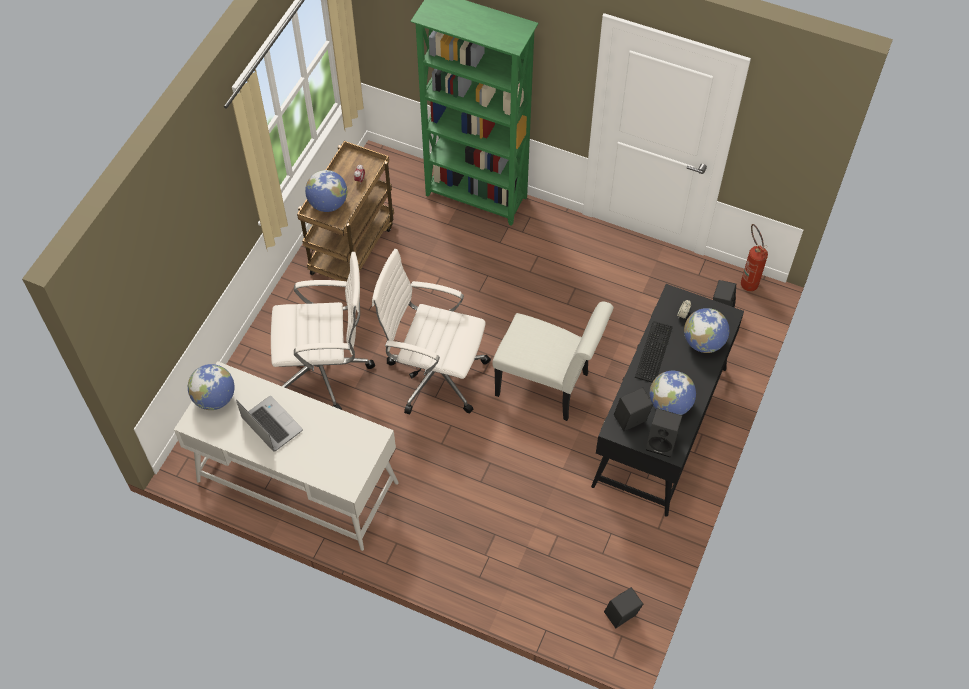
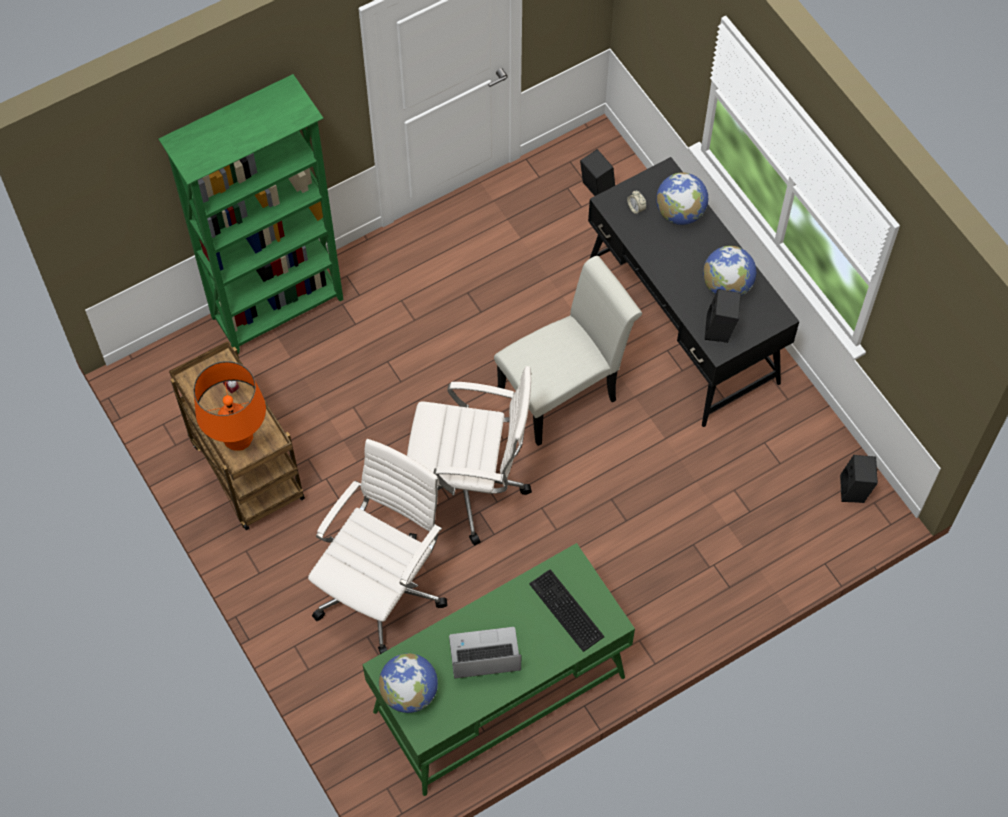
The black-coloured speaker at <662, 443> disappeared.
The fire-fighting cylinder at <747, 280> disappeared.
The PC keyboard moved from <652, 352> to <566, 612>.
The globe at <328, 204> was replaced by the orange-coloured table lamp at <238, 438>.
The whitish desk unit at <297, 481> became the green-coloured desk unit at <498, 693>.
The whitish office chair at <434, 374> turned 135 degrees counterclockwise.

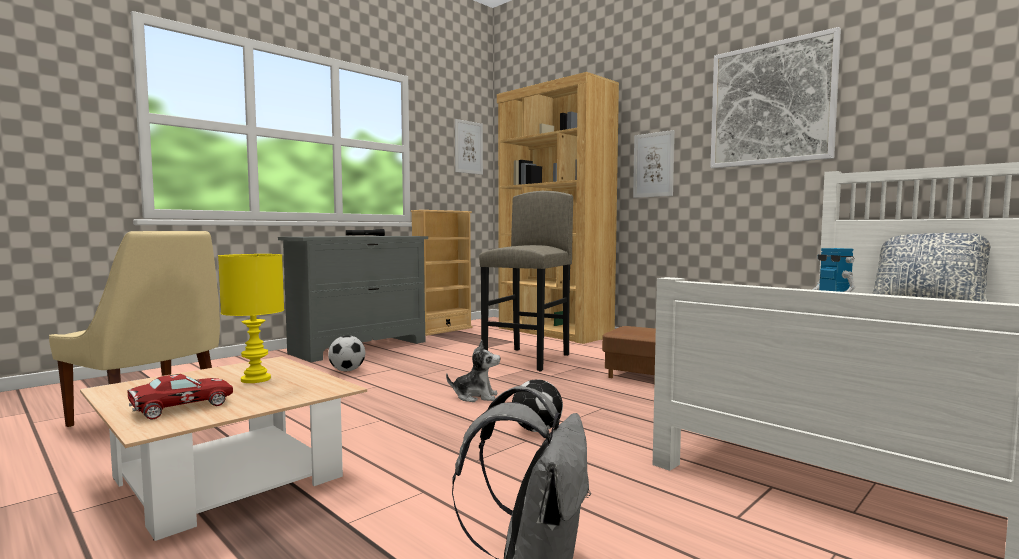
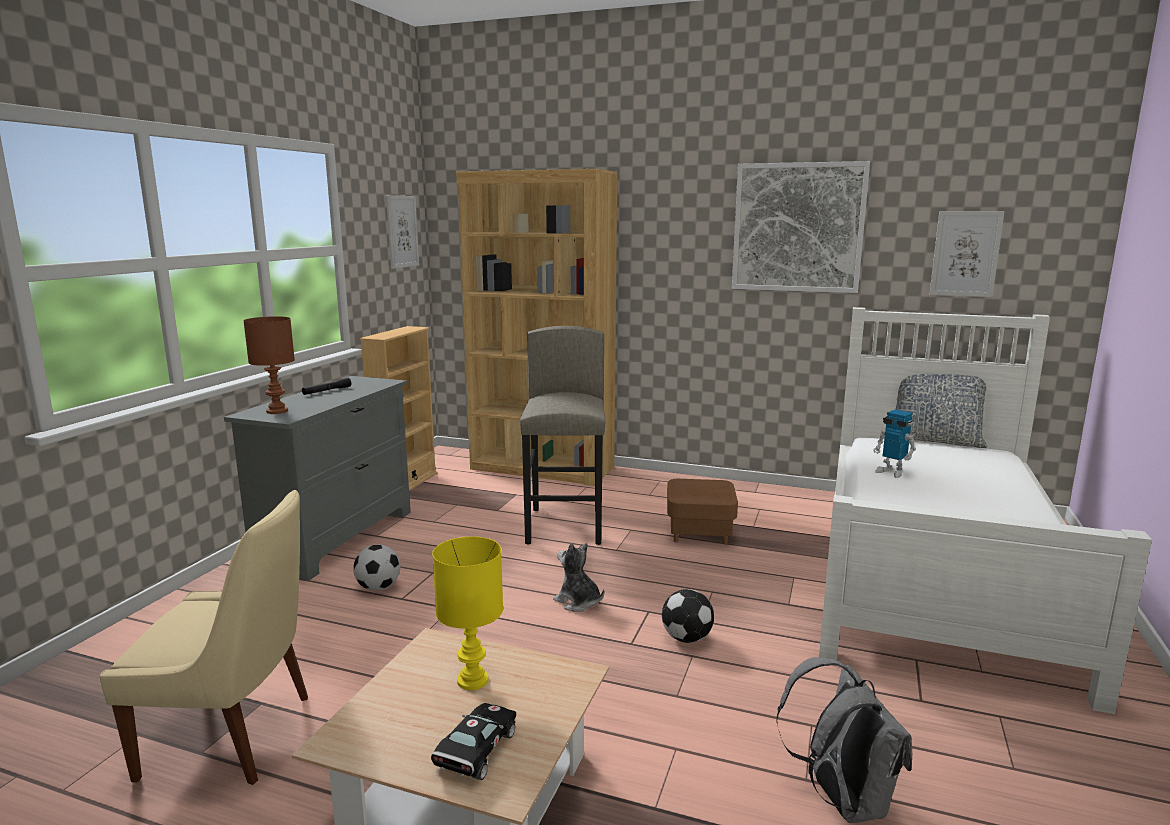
The brownish table lamp at <277, 411> appeared.
The picture moved from <653, 165> to <965, 254>.
The red model car at <178, 408> became the black-coloured model car at <475, 753>.
The cuddly toy at <475, 397> turned 120 degrees counterclockwise.

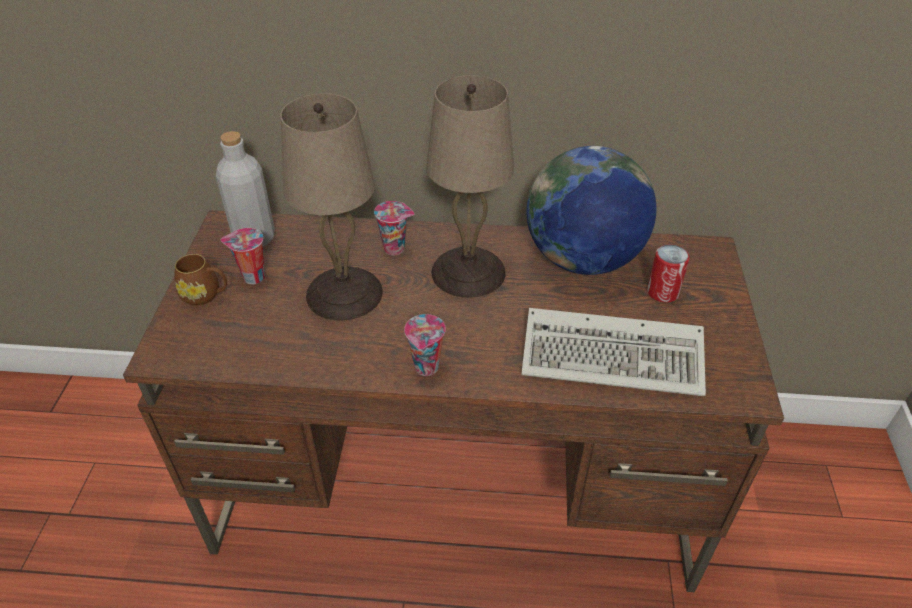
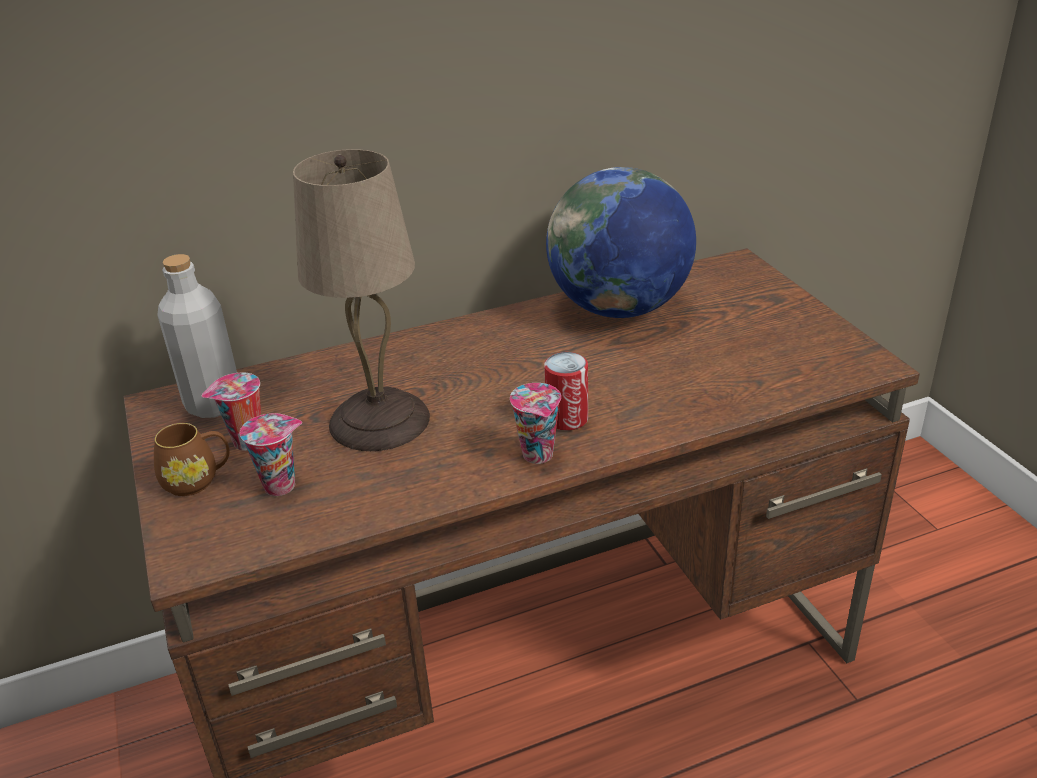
The sand-coloured table lamp at <467, 273> disappeared.
The PC keyboard at <616, 356> disappeared.
The drinking cup moved from <396, 248> to <282, 485>.
The metal can moved from <662, 292> to <567, 419>.

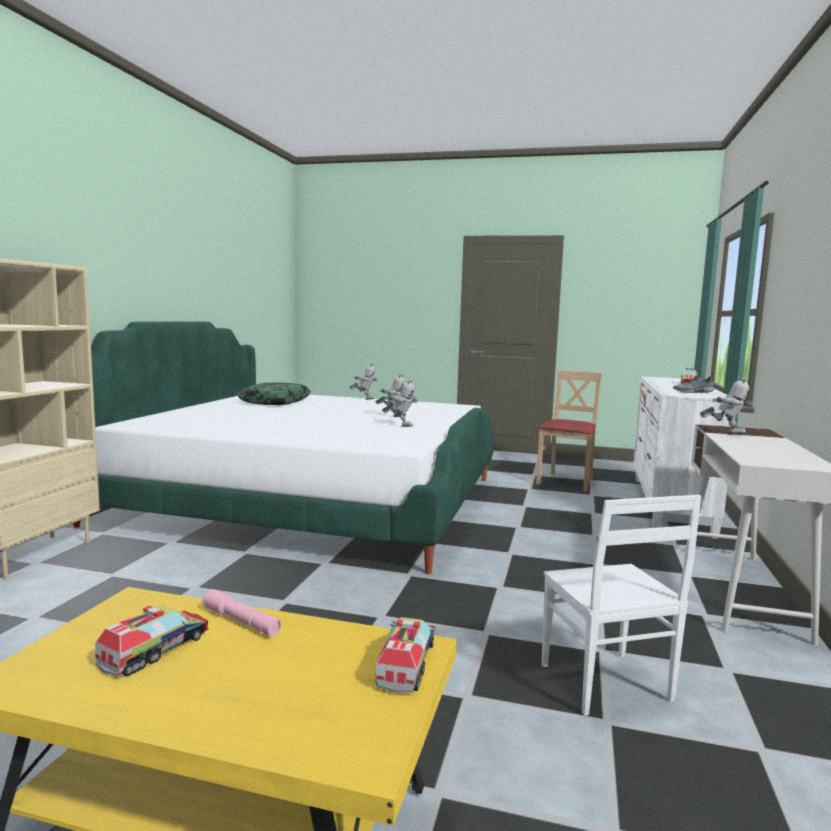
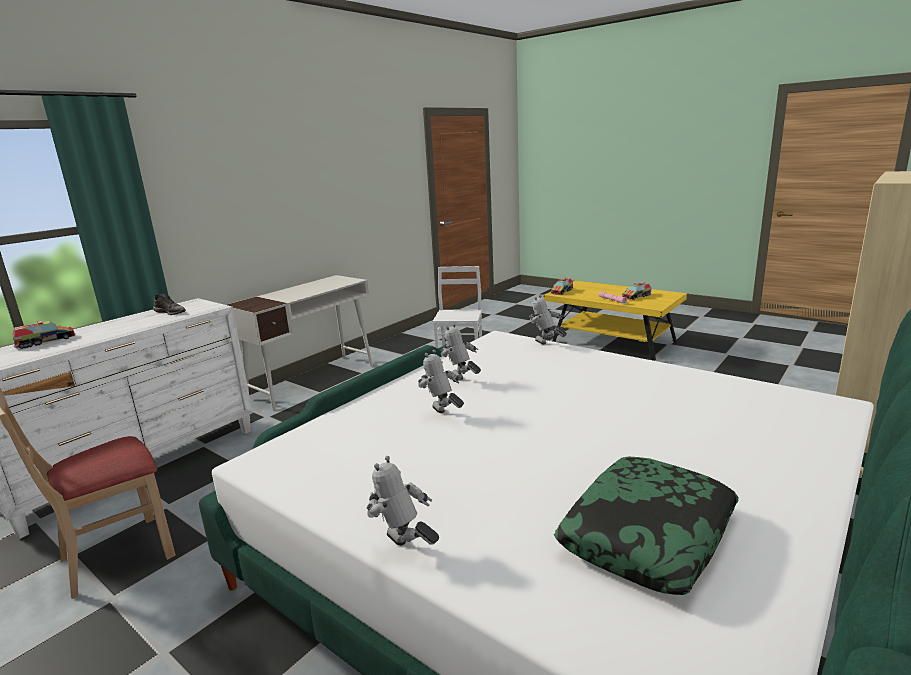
The toy robot moved from <725, 433> to <546, 345>.

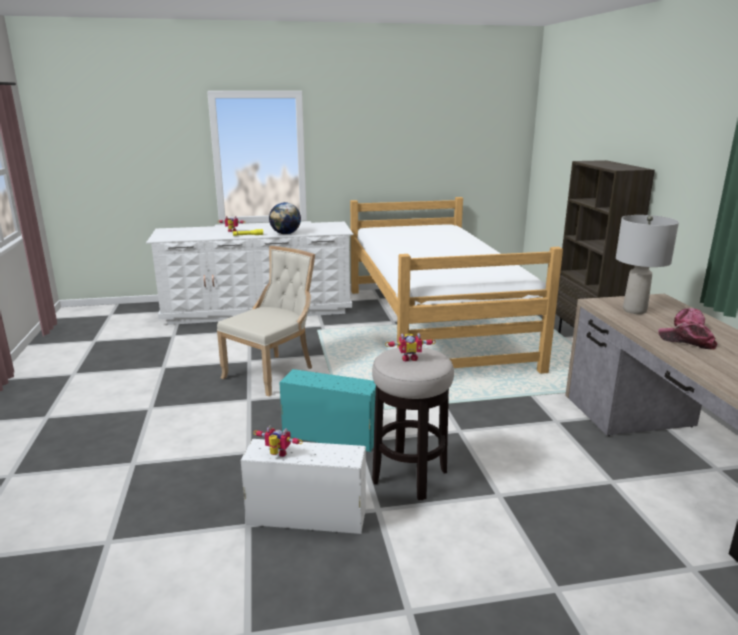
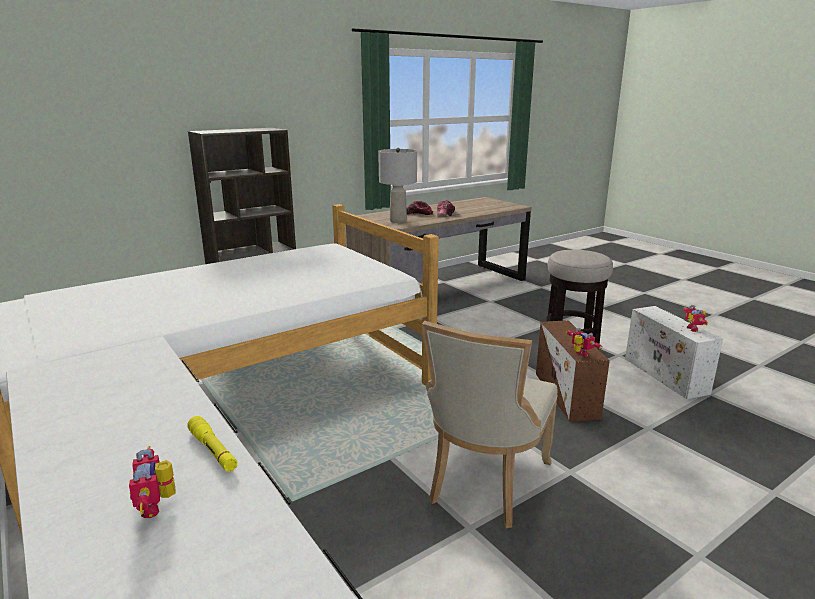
The globe at <285, 234> disappeared.
The toy robot moved from <409, 358> to <579, 354>.
The blue-green storage container at <329, 436> became the brownish storage container at <566, 396>.
The sand-coloured chair at <273, 372> turned 75 degrees counterclockwise.

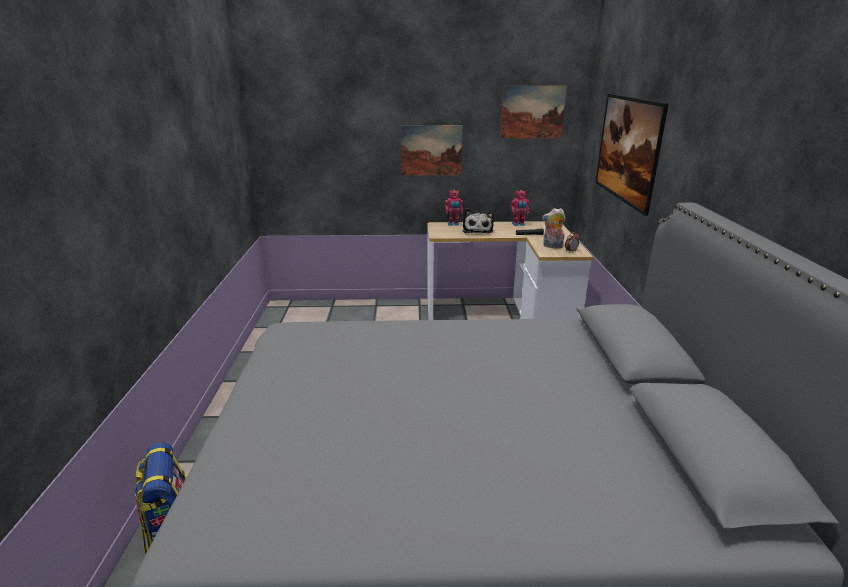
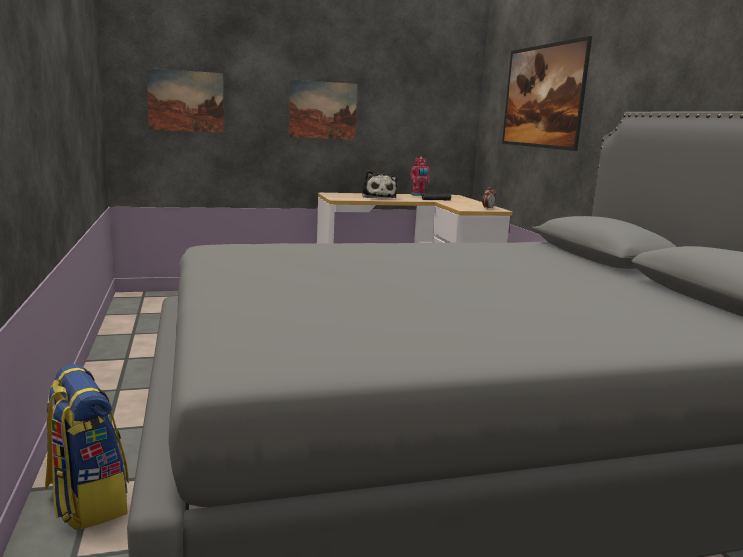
The toy robot at <453, 224> disappeared.
The cuddly toy at <552, 246> disappeared.
The picture moved from <532, 112> to <186, 101>.

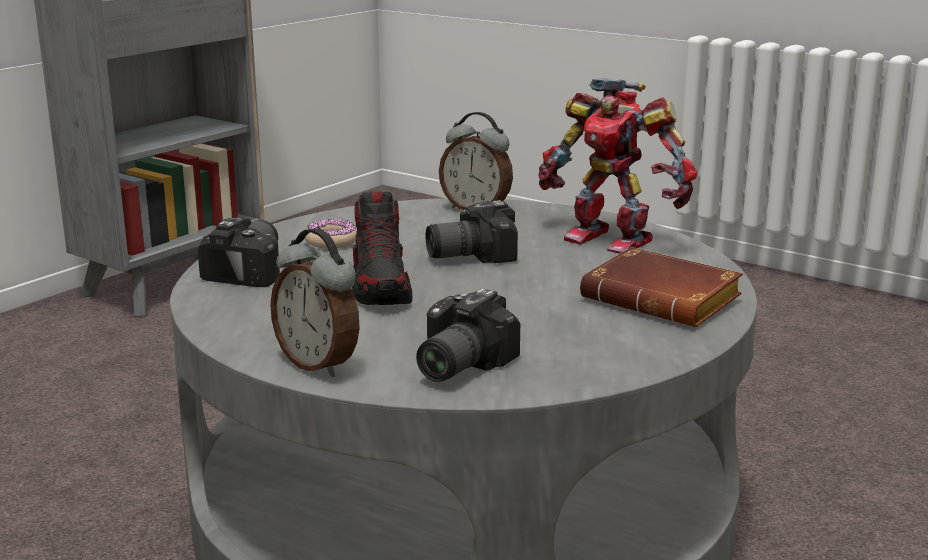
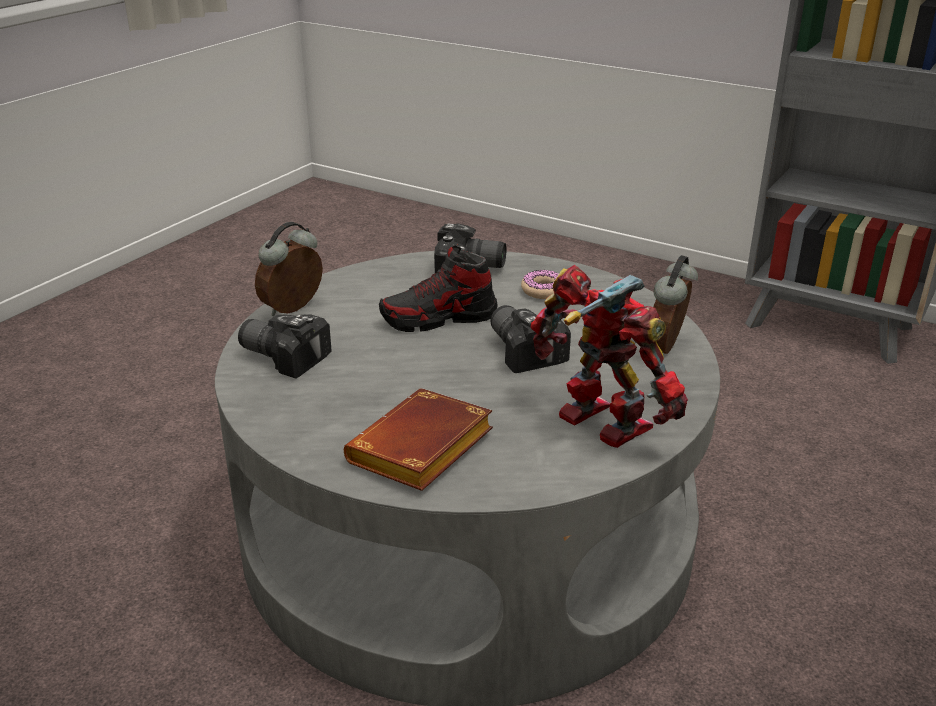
The toy robot at <611, 238> turned 105 degrees clockwise.

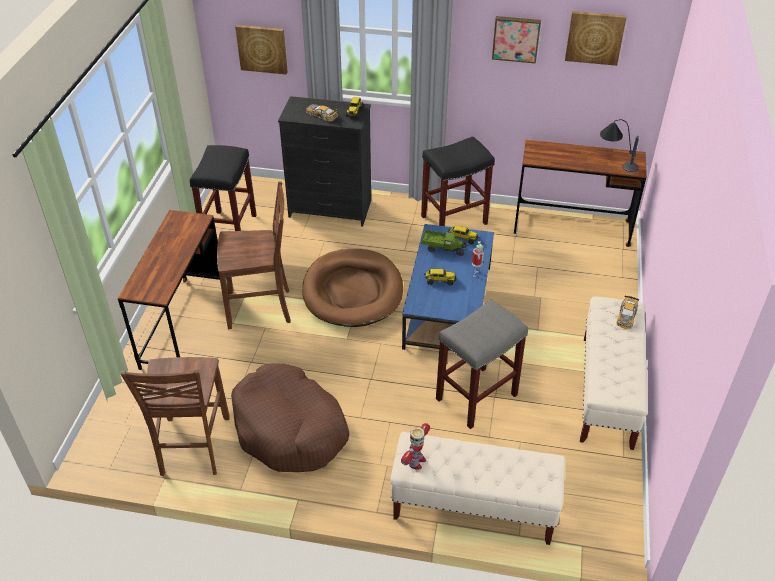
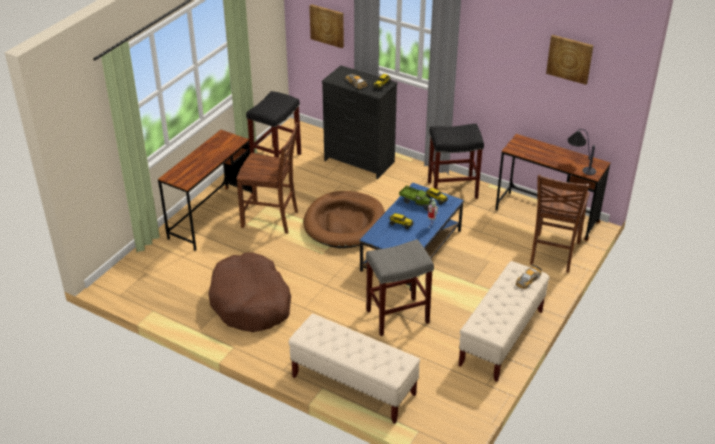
The toy robot at <416, 462> disappeared.
The picture at <516, 38> disappeared.
The brownish chair moved from <193, 447> to <553, 254>.

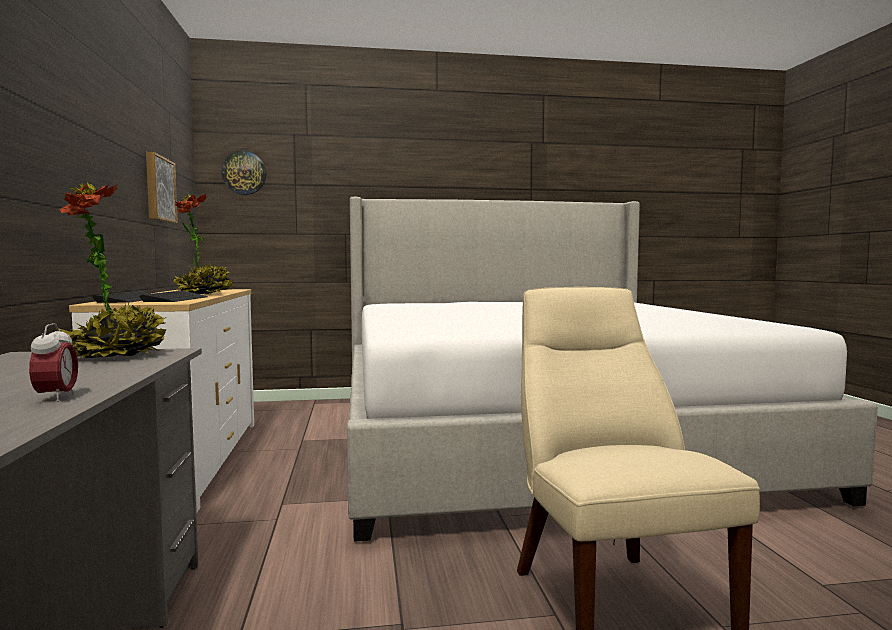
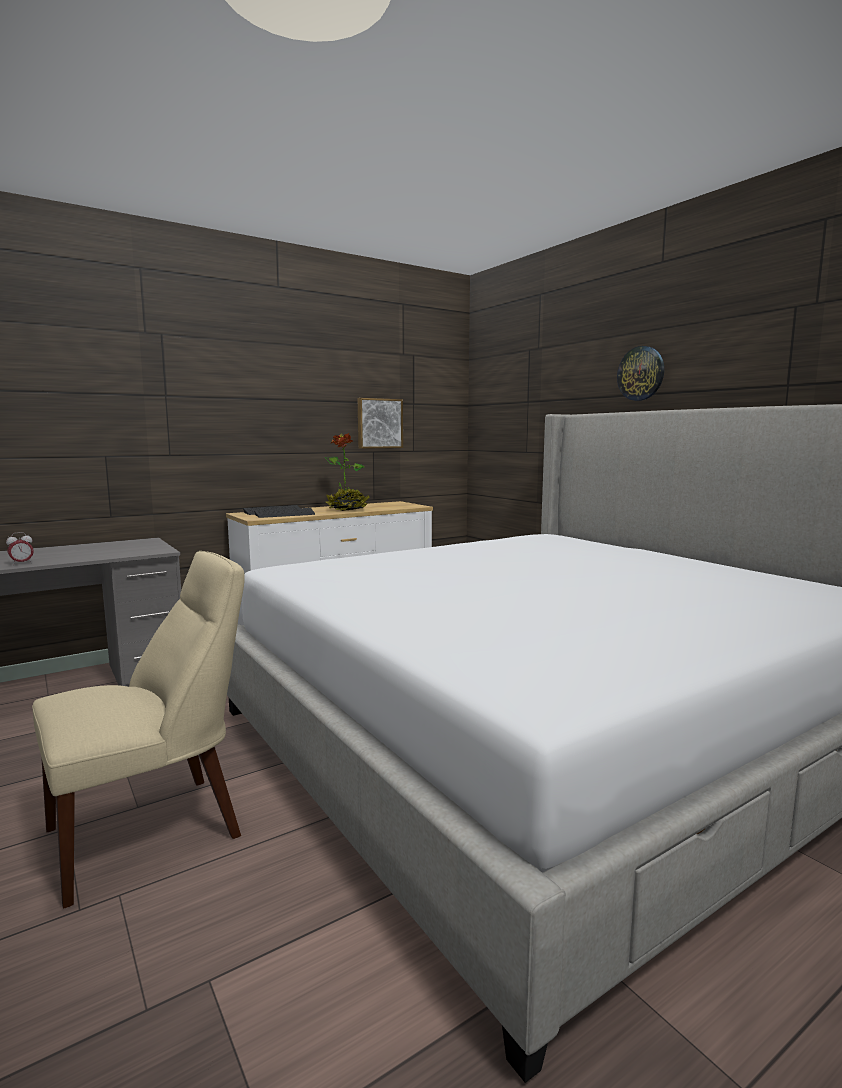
The potted plant at <117, 355> disappeared.
The clock on the wall moved from <244, 173> to <641, 373>.

